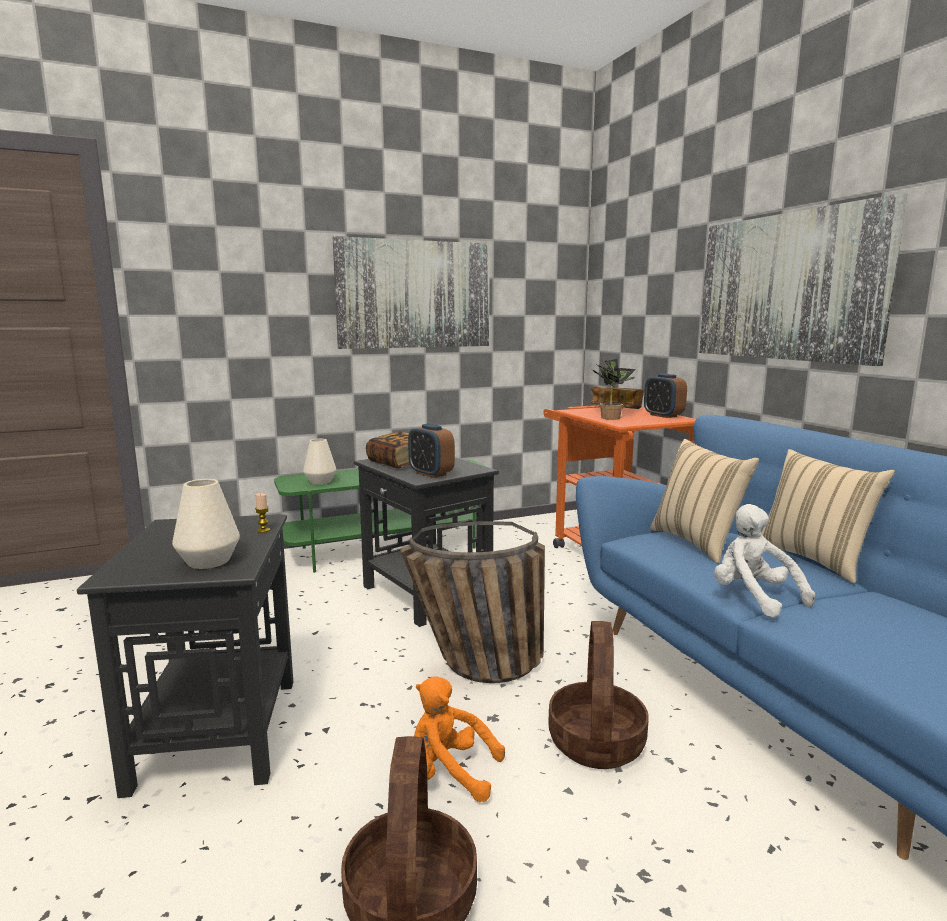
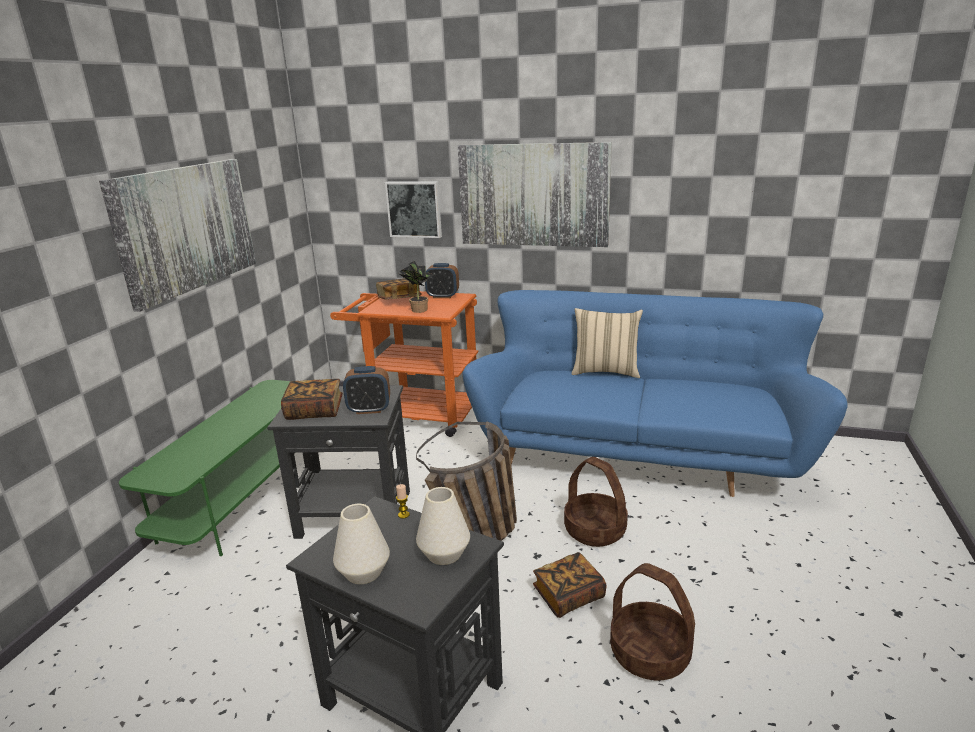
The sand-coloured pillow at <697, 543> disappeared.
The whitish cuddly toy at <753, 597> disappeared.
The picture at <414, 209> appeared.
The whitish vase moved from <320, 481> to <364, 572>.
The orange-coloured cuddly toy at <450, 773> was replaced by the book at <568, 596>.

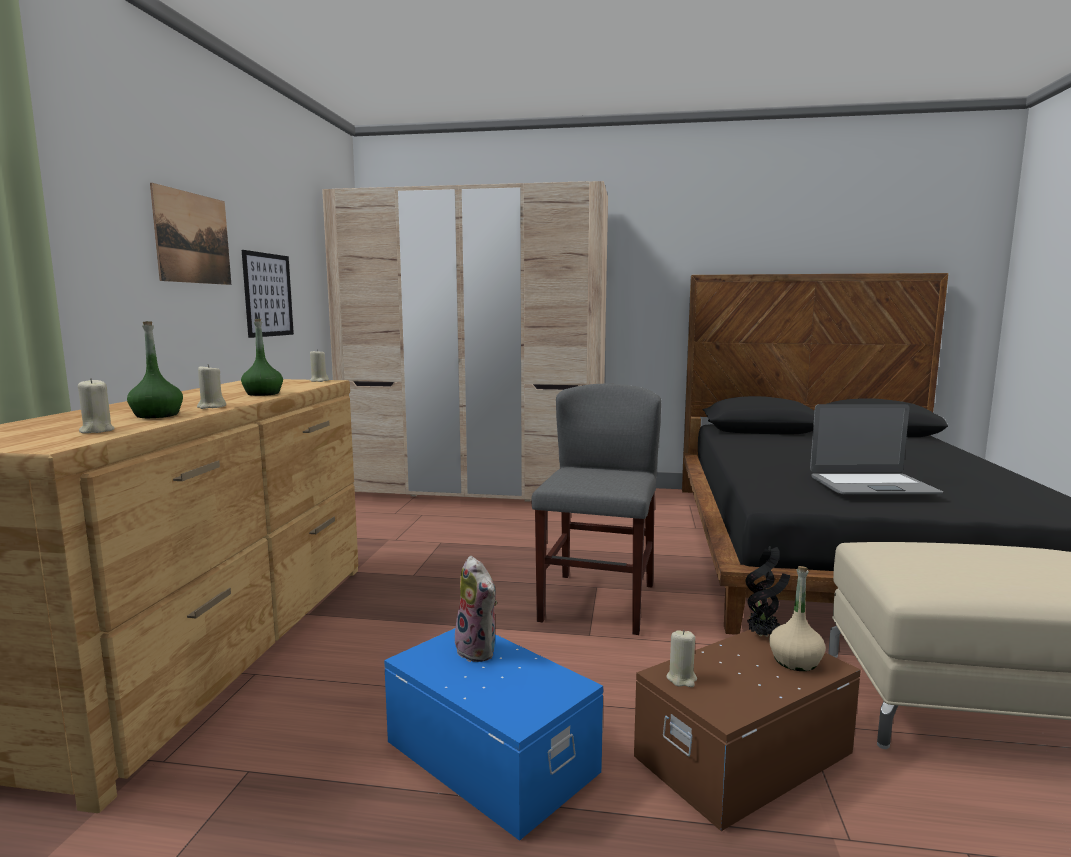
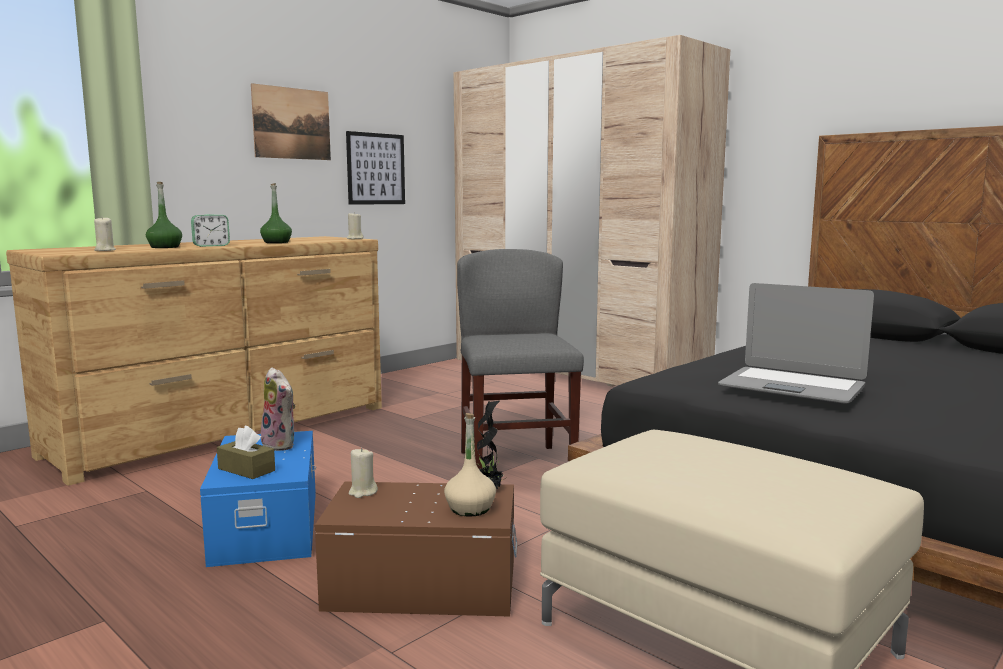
The brownish tissue holder at <246, 469> appeared.
The sand-coloured candle at <211, 407> was replaced by the table clock at <211, 246>.
The cuddly toy at <479, 650> turned 45 degrees counterclockwise.
The greyish chair at <597, 602> turned 60 degrees counterclockwise.

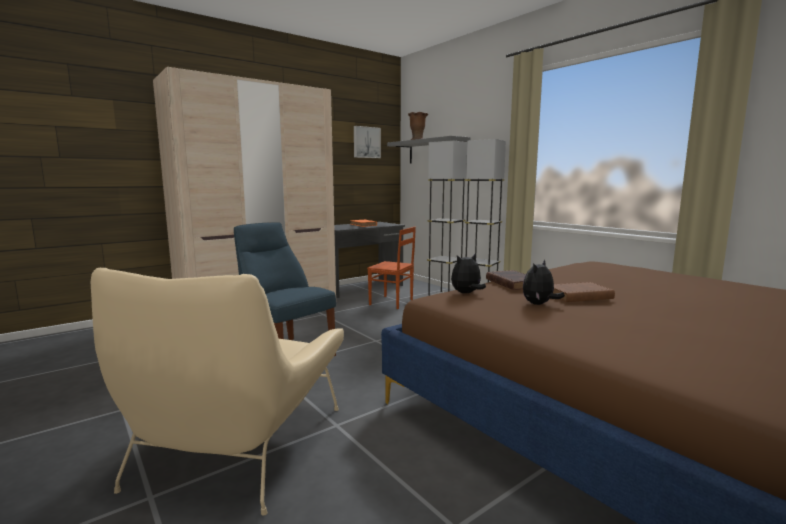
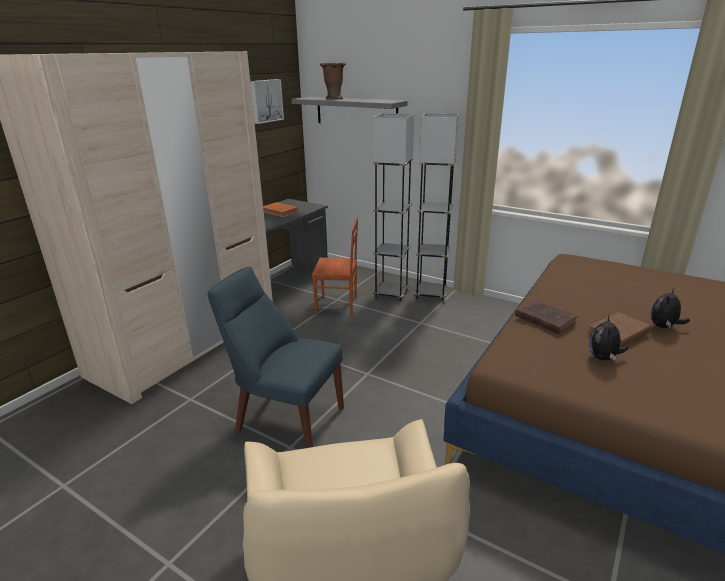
The cuddly toy moved from <466, 293> to <663, 326>.

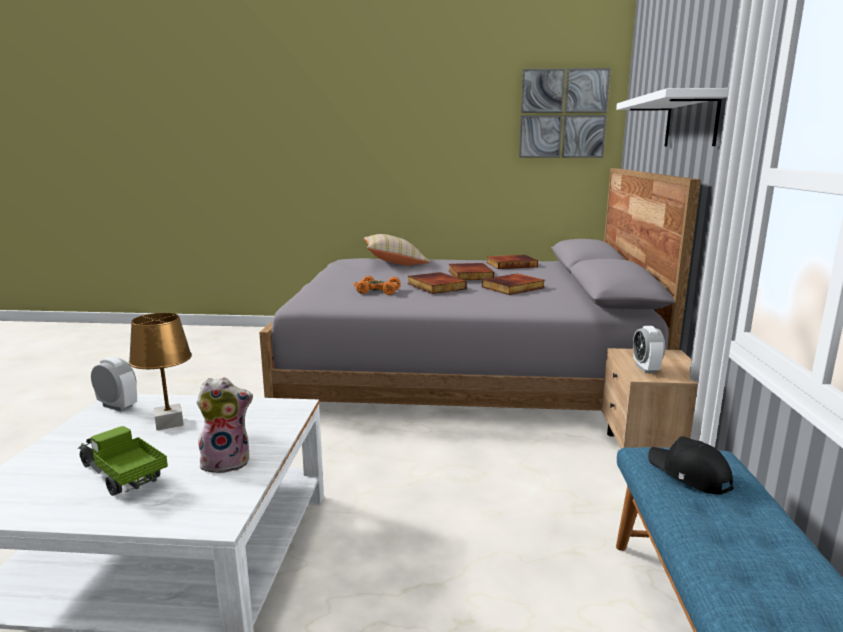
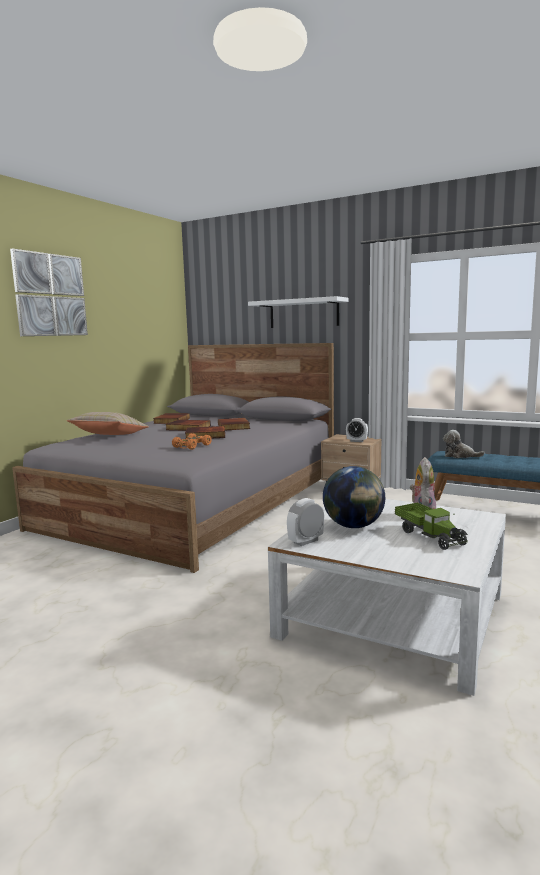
The picture moved from <563, 114> to <50, 295>.
The brownish table lamp at <168, 423> was replaced by the globe at <354, 526>.
The black-coloured peaked cap at <688, 474> was replaced by the cuddly toy at <459, 456>.
The toy lorry at <122, 476> turned 90 degrees counterclockwise.

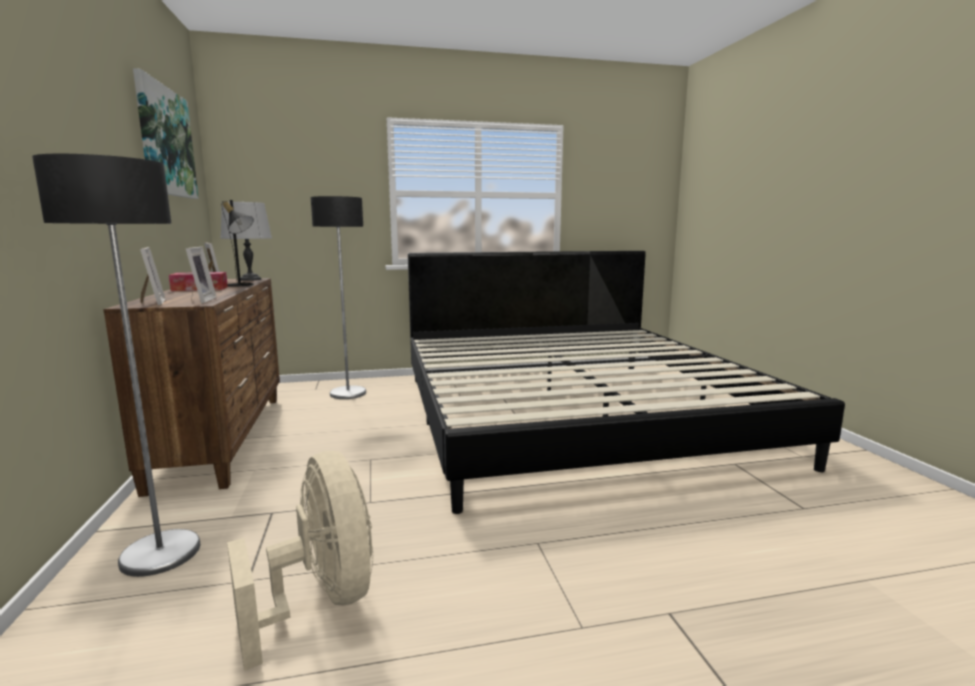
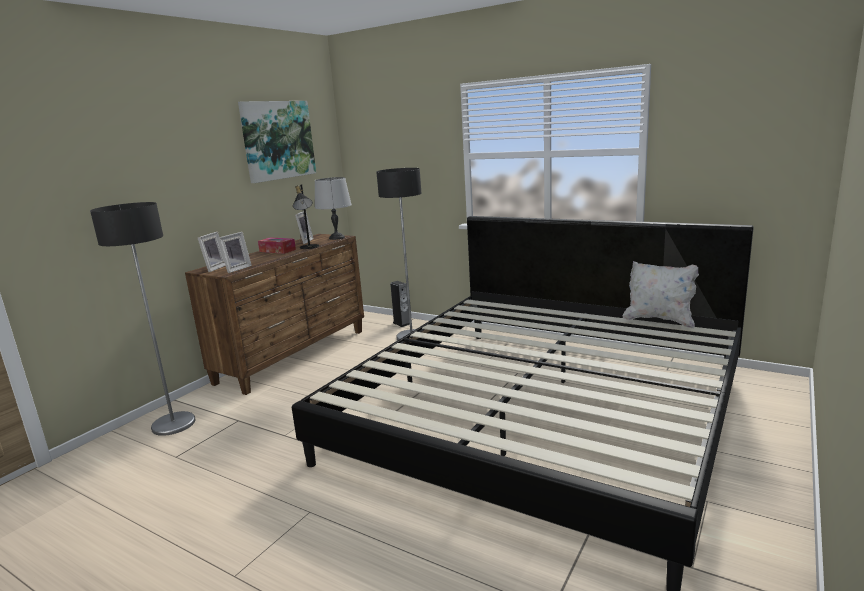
The sand-coloured cooling fan at <321, 600> disappeared.
The speaker at <402, 323> appeared.
The whitish pillow at <659, 320> appeared.

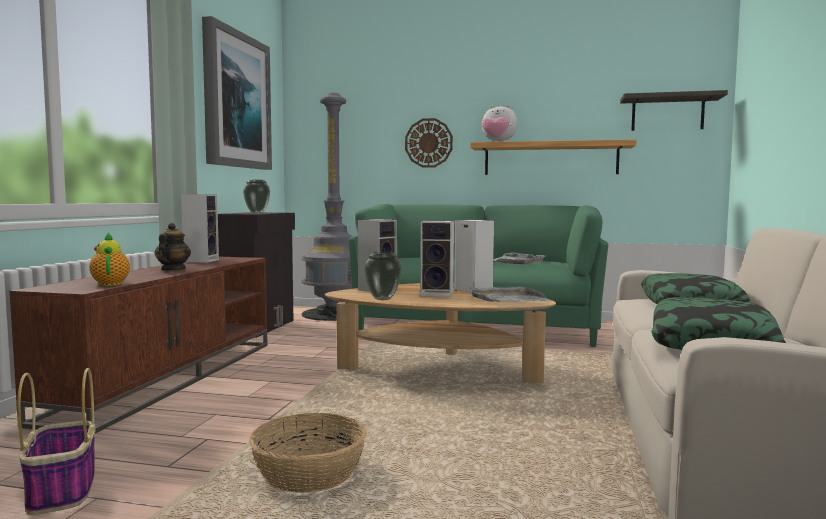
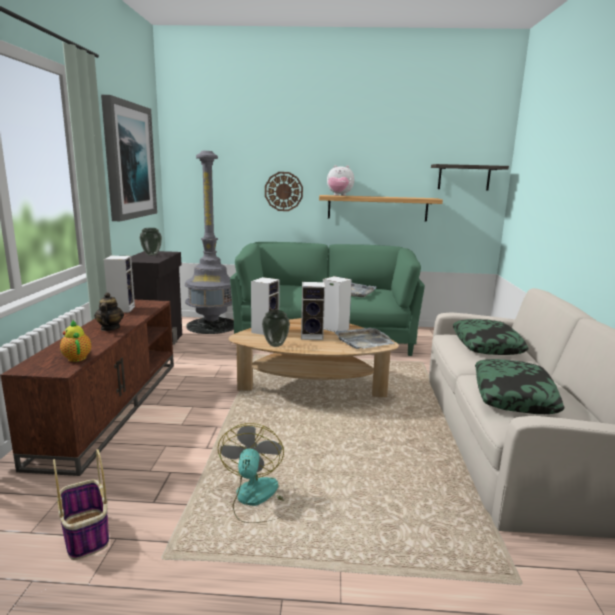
The household basket at <308, 473> was replaced by the cooling fan at <256, 500>.

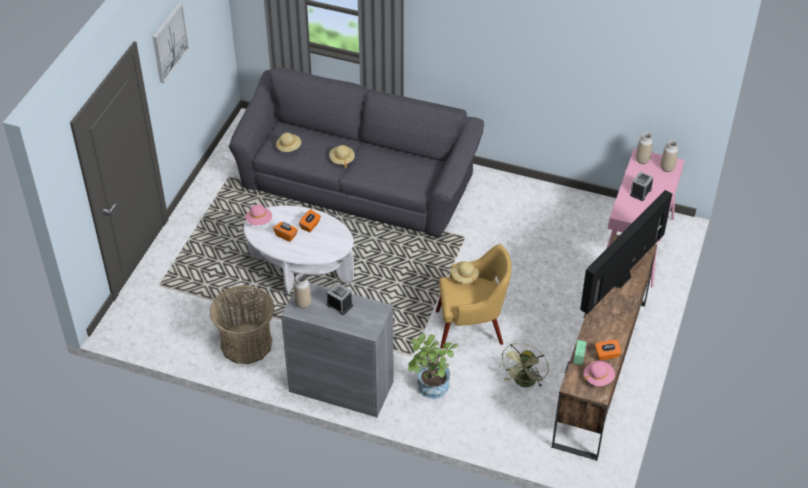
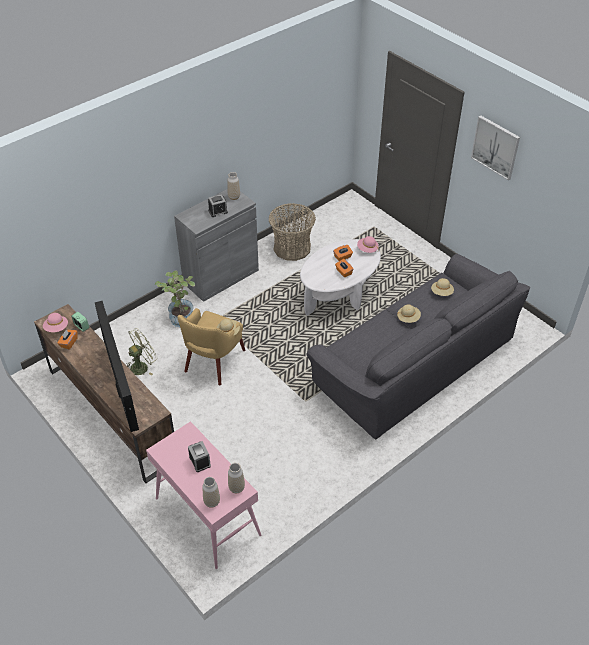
The green-coloured cooling fan at <524, 383> turned 90 degrees clockwise.

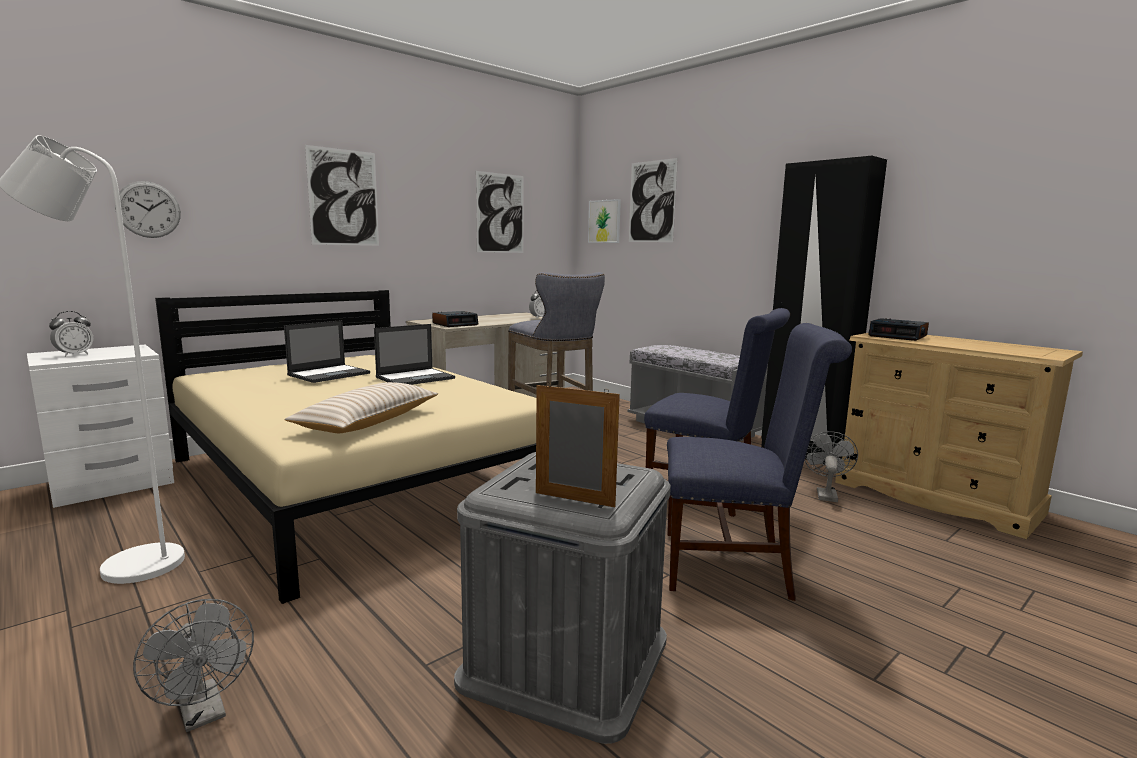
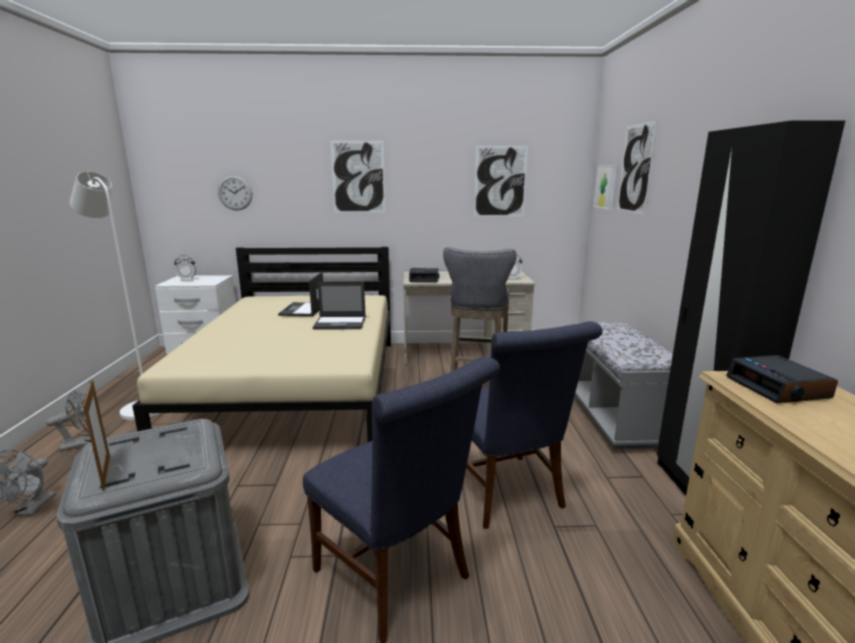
The sand-coloured pillow at <368, 422> disappeared.
The greyish cooling fan moved from <825, 494> to <82, 443>.
The portable computer at <330, 374> turned 105 degrees clockwise.

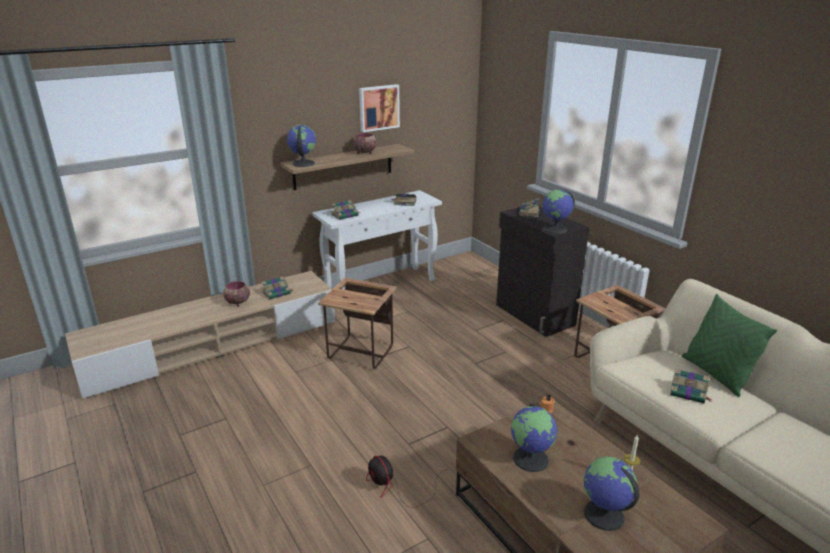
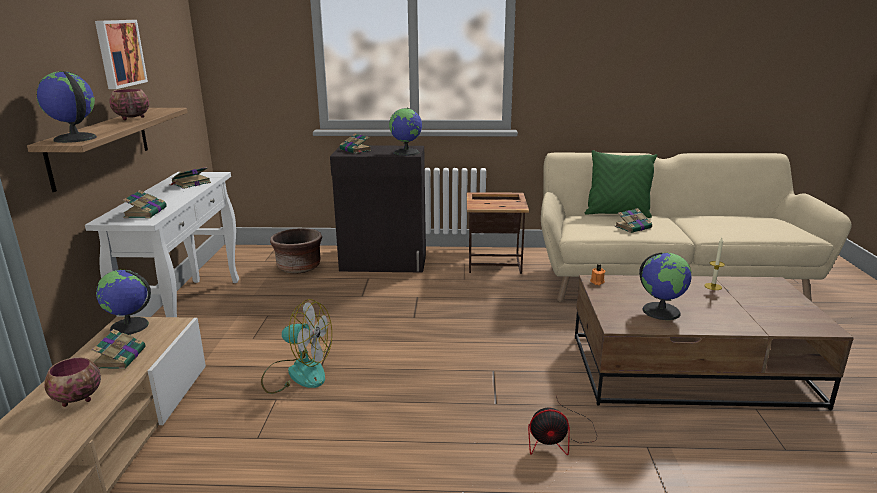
The brownish planter at <299, 267> appeared.
The globe moved from <603, 515> to <129, 327>.
The accent table at <362, 353> was replaced by the cooling fan at <297, 373>.

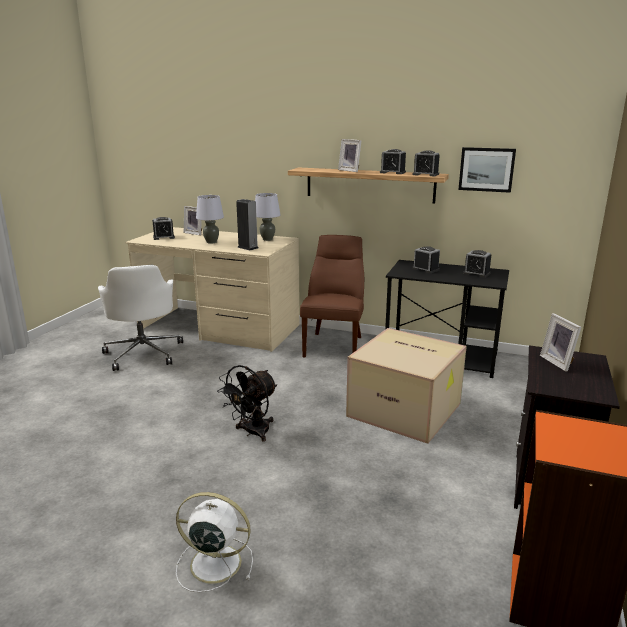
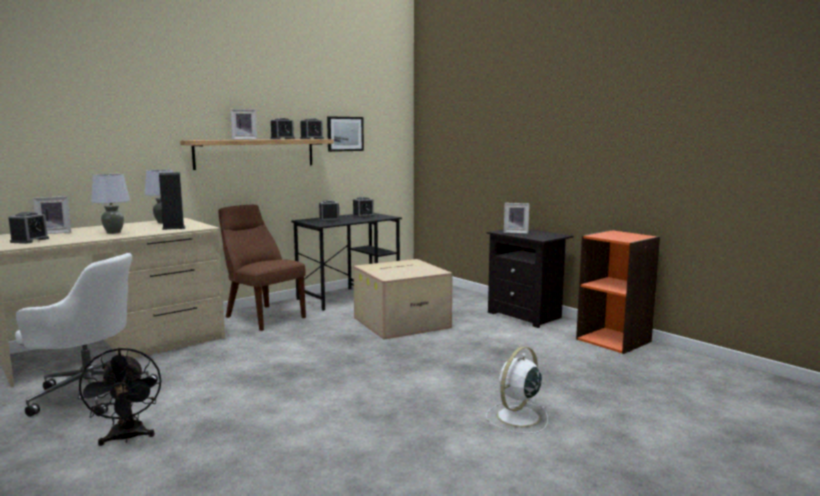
The black-coloured cooling fan moved from <252, 433> to <127, 438>.

